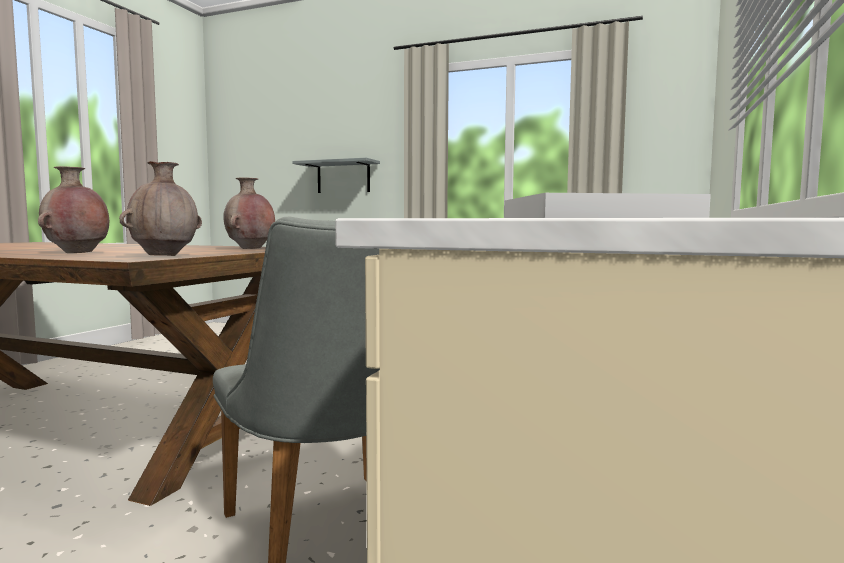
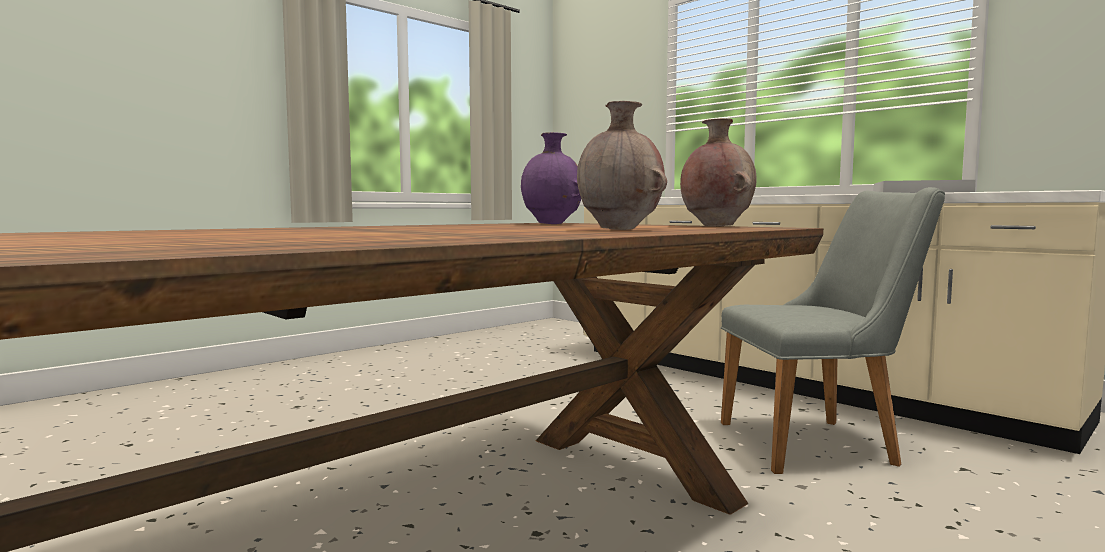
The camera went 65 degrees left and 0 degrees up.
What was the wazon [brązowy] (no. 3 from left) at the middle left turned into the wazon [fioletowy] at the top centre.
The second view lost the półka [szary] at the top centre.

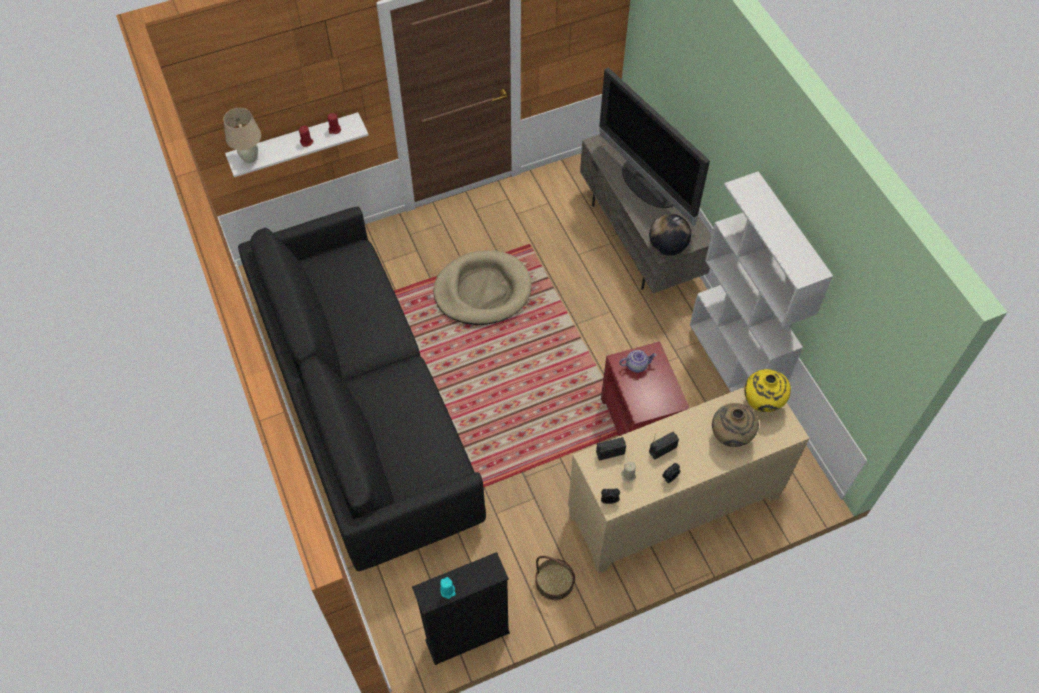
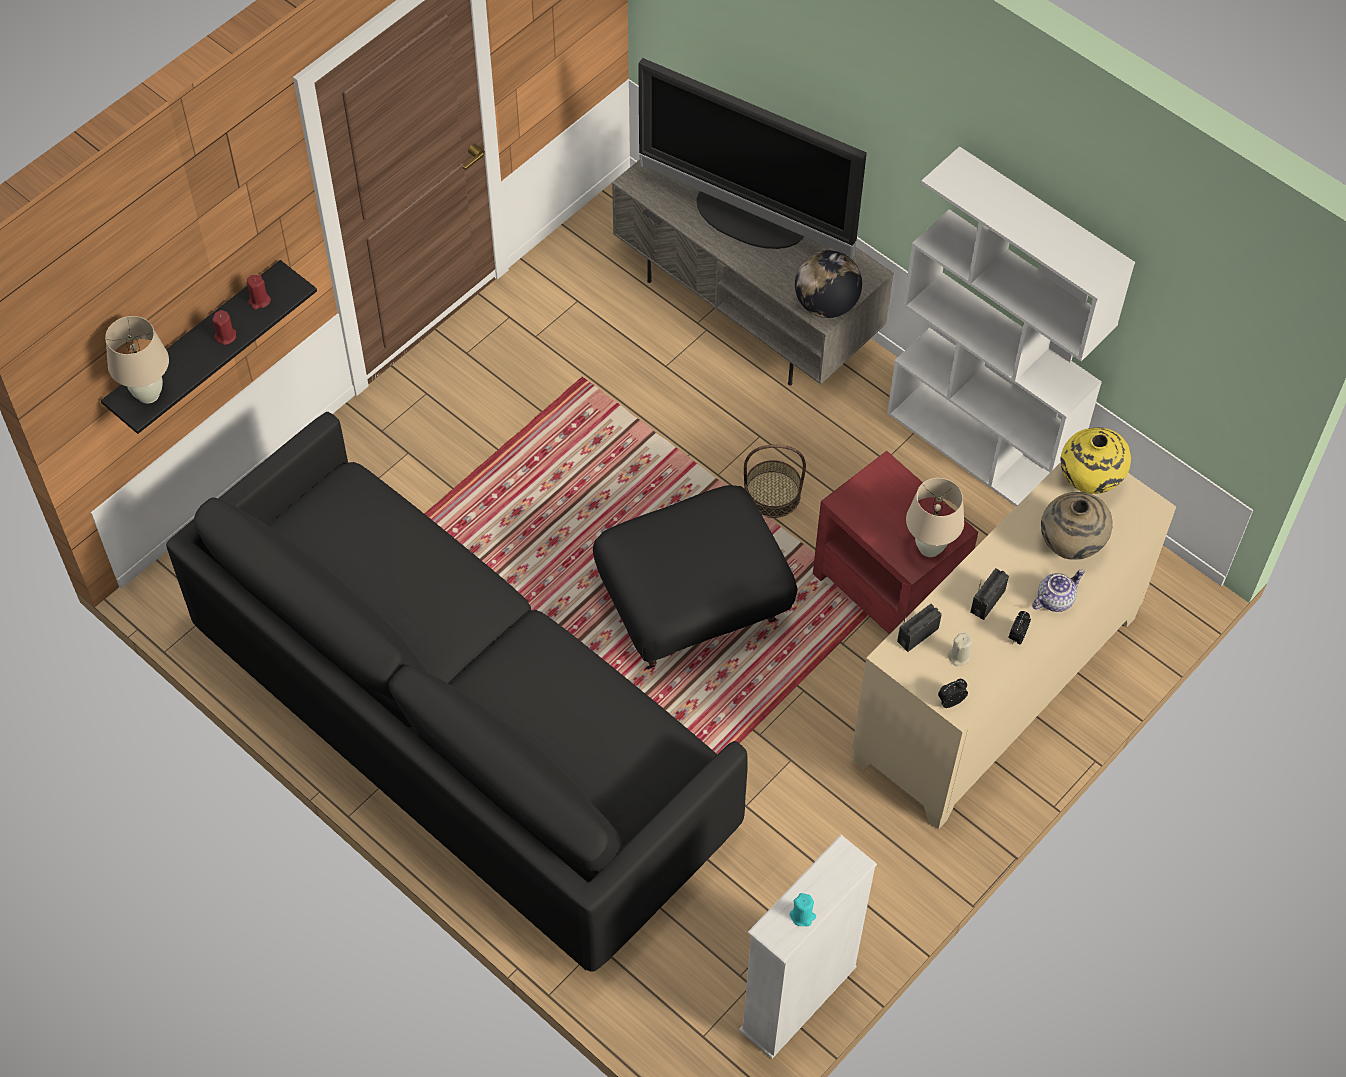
The camera went 25 degrees left and 0 degrees up.
What was the półka [biały] at the top left turned into the półka [czarny] at the top left.
What was the regał [czarny] at the bottom centre turned into the regał [biały] (no. 1 from left) at the bottom centre.
The second view lost the legowisko [beżowy] at the centre.
The koszyk ended up elsewhere, having gone from the bottom centre to the centre.
The imbryk ended up elsewhere, having gone from the centre to the middle right.
The second view gained the pufa [czarny] at the centre.
The second view gained the lampa stołowa [beżowy] (no. 2 from left) at the middle right.

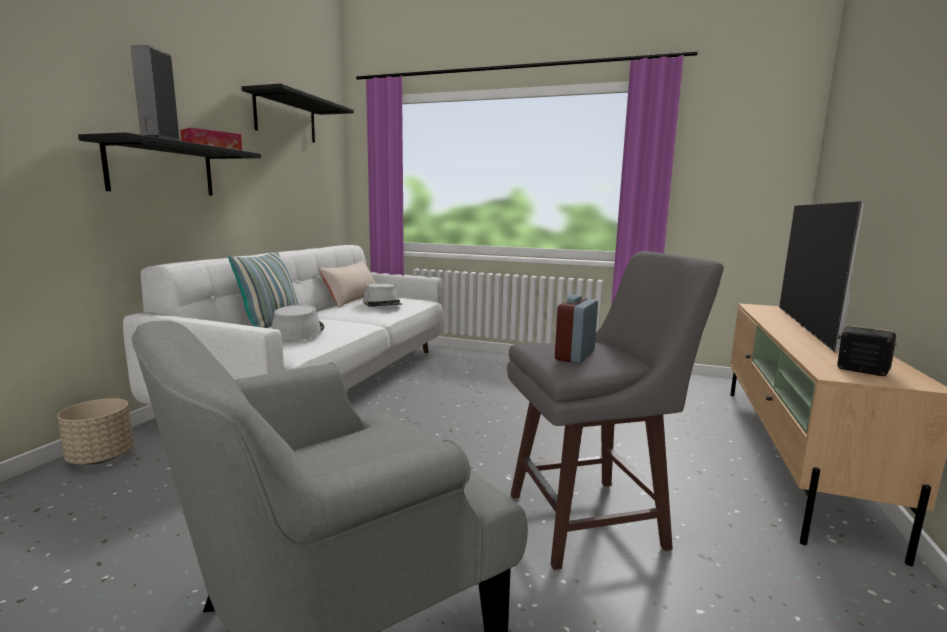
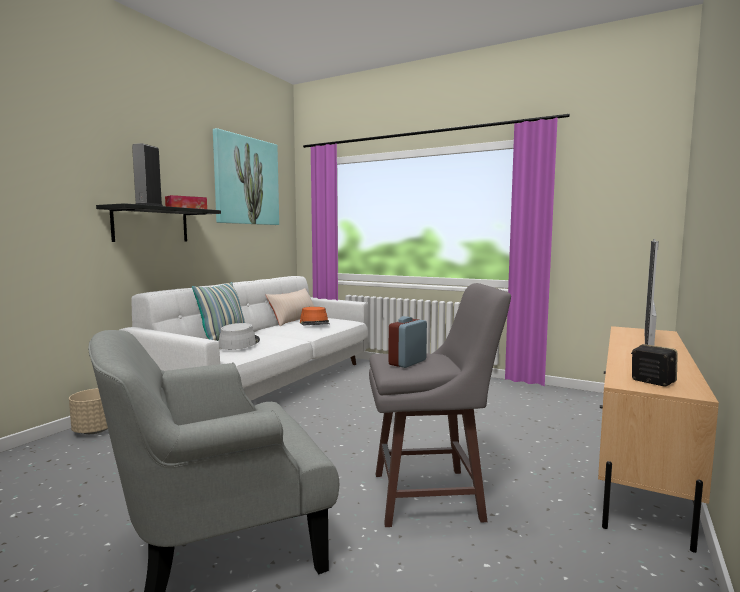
The camera went 10 degrees right and 5 degrees down.
Where the półka [czarny] (no. 2 from left) hung at the top left, the obraz came to hang at the top left.
What was the kapelusz [szary] (no. 2 from left) at the centre turned into the kapelusz [pomarańczowy] at the centre.

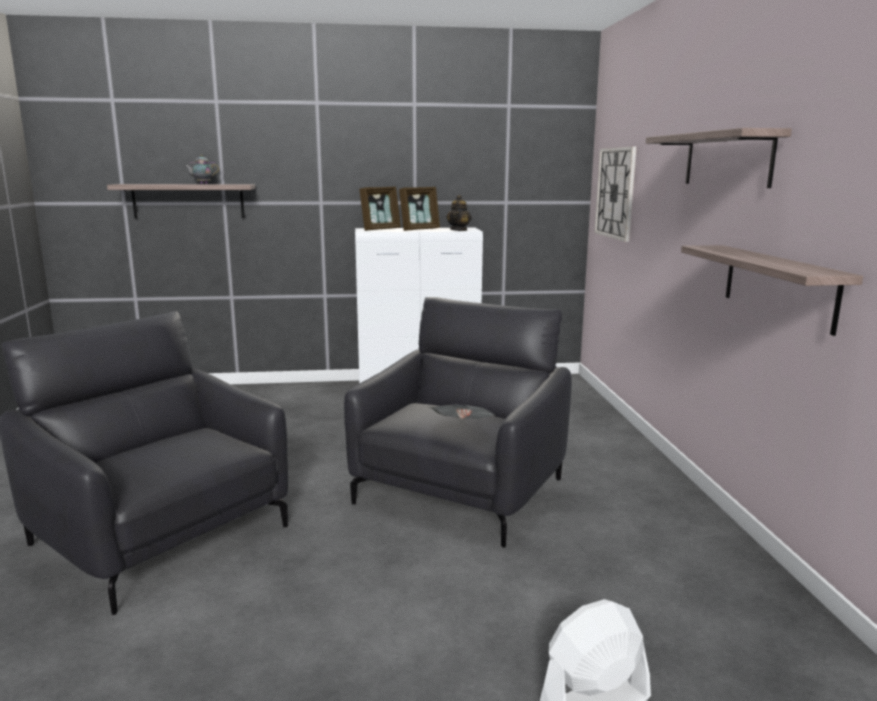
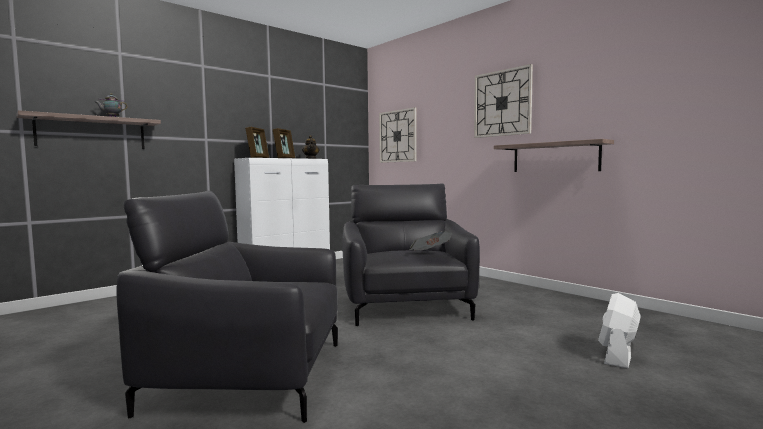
The camera went 35 degrees left and 10 degrees down.
Where the półka (no. 2 from left) hung at the top right, the zegar ścienny (no. 2 from left) came to hang at the top centre.

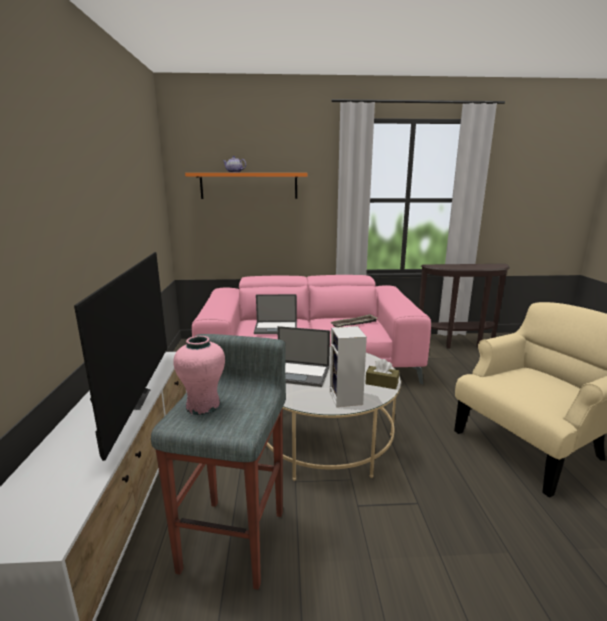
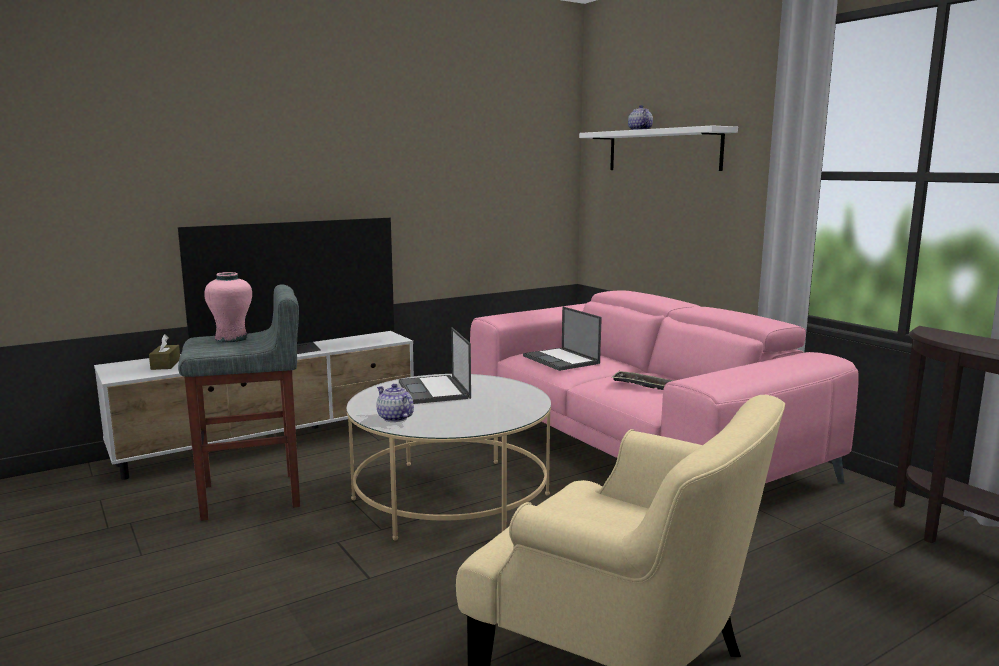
The camera went 60 degrees right and 5 degrees down.
What was the półka [pomarańczowy] at the top centre turned into the półka [biały] at the top centre.
Where the głośnik stood at the centre, the imbryk (no. 1 from left) came to stand at the centre.
The pudełko chusteczek [brązowy] ended up elsewhere, having gone from the centre to the middle left.

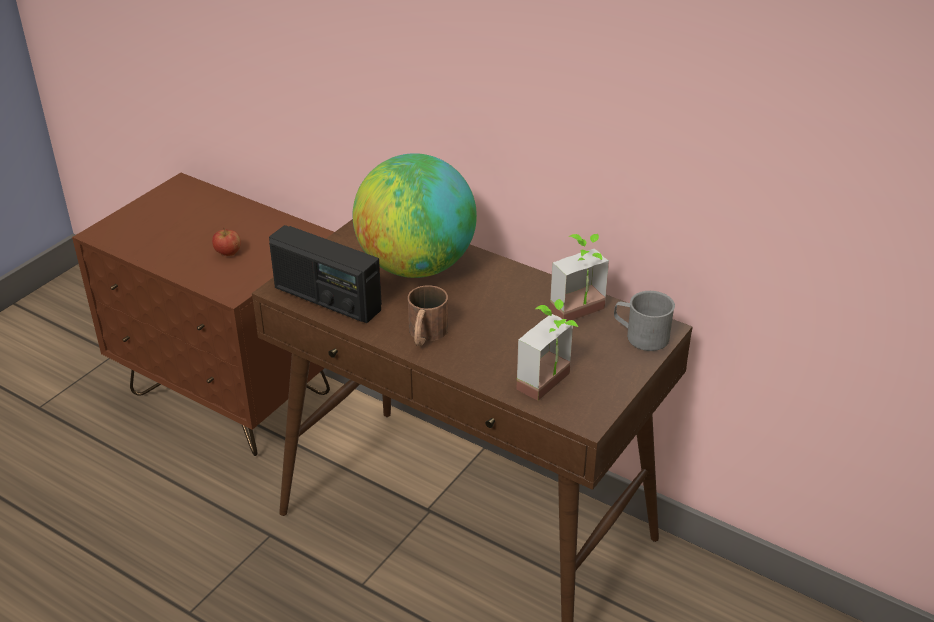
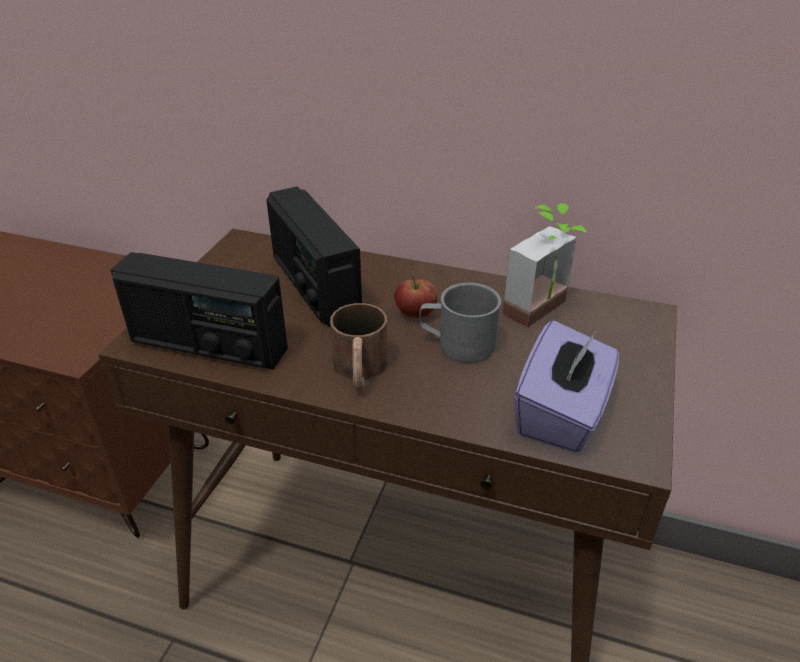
The camera went 15 degrees left and 0 degrees up.
The jabłko ended up elsewhere, having gone from the middle left to the centre.
Where the globus stood at the centre, the radio (no. 2 from left) came to stand at the centre.
Where the roślina doniczkowa (no. 1 from left) stood at the centre, the pudełko chusteczek [fioletowy] came to stand at the middle right.
The kubek [szary] ended up elsewhere, having gone from the middle right to the centre.

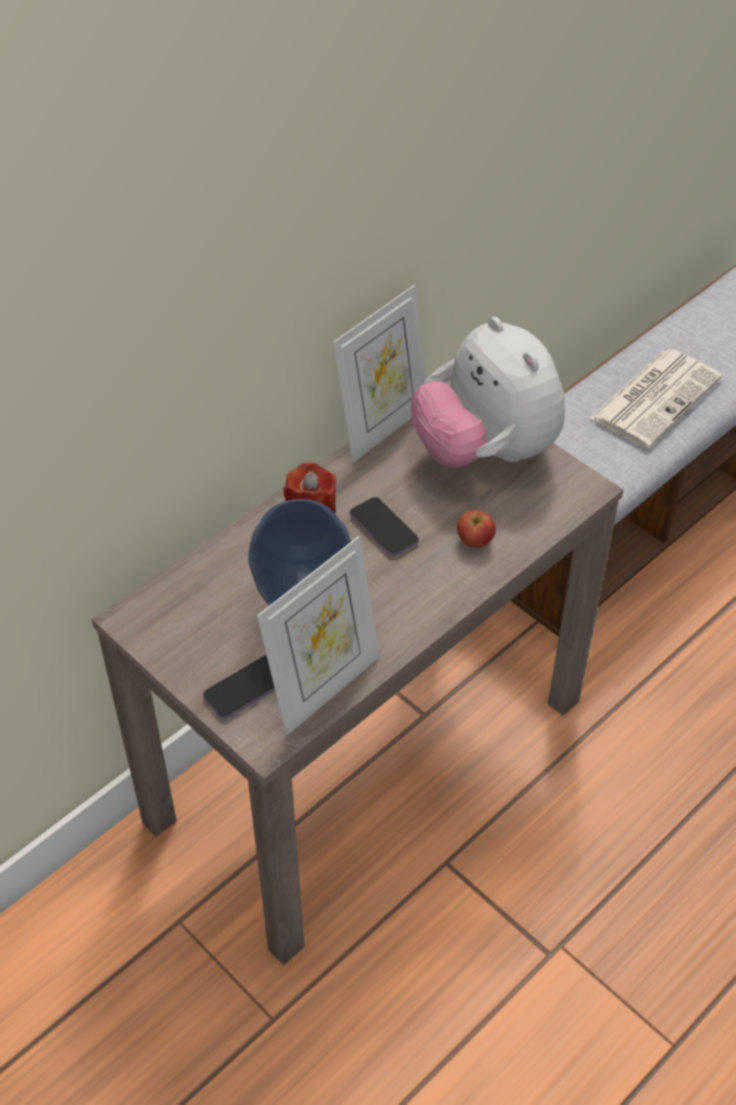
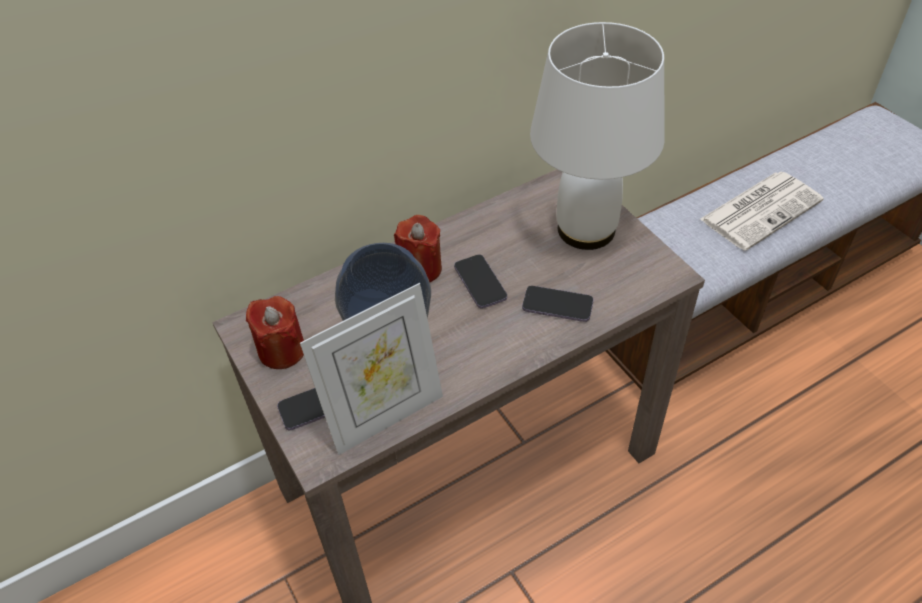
The camera went 15 degrees right and 0 degrees up.
The second view lost the ramka na zdjęcie (no. 2 from left) at the centre.
Where the pluszak stood at the centre, the lampa stołowa [biały] came to stand at the top centre.
Where the jabłko stood at the centre, the telefon (no. 3 from left) came to stand at the centre.
The second view gained the świeca [czerwony] (no. 1 from left) at the middle left.

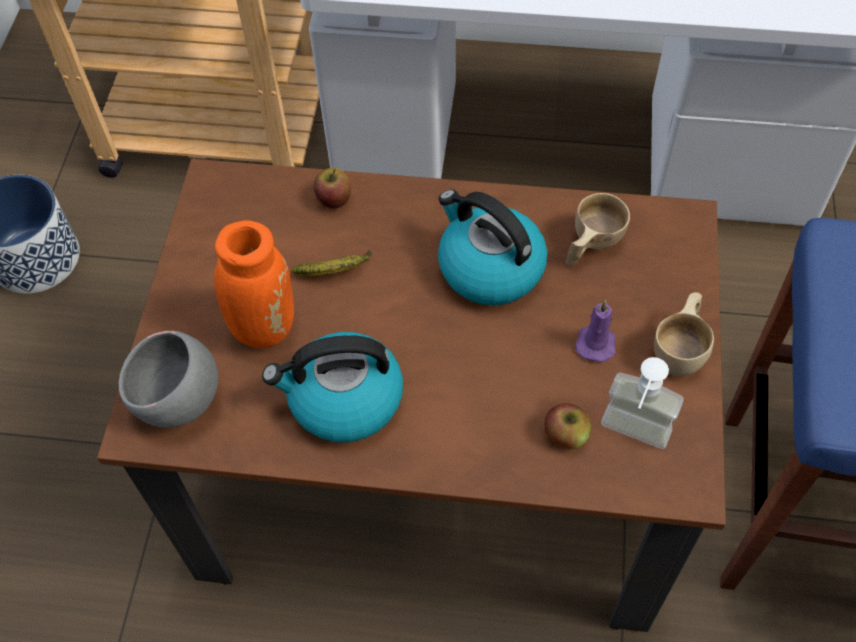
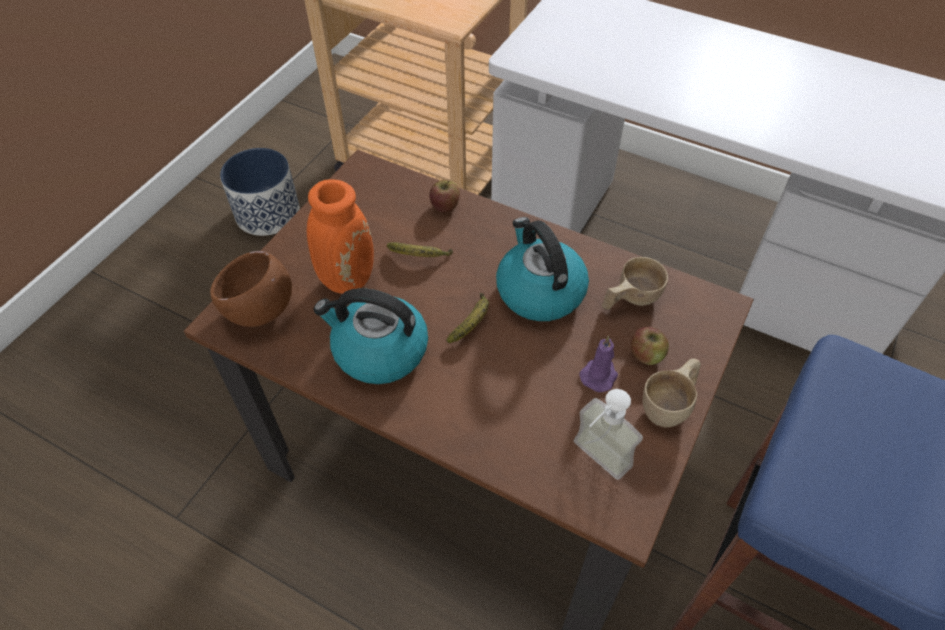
The camera went 20 degrees right and 5 degrees down.
What was the miska [szary] at the middle left turned into the miska [brązowy] at the middle left.
The jabłko (no. 2 from left) ended up elsewhere, having gone from the centre to the middle right.
The second view gained the banan (no. 2 from left) at the centre.

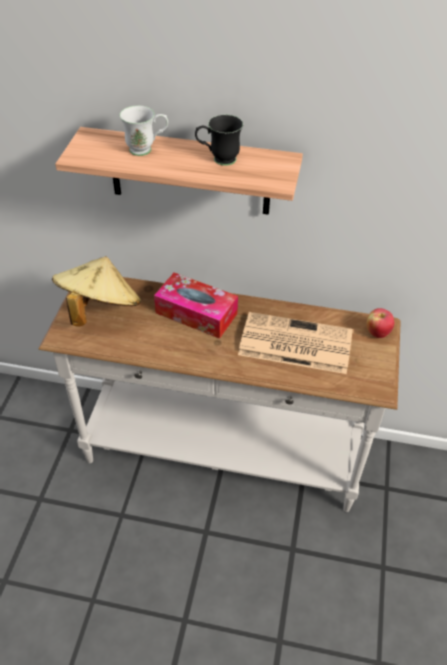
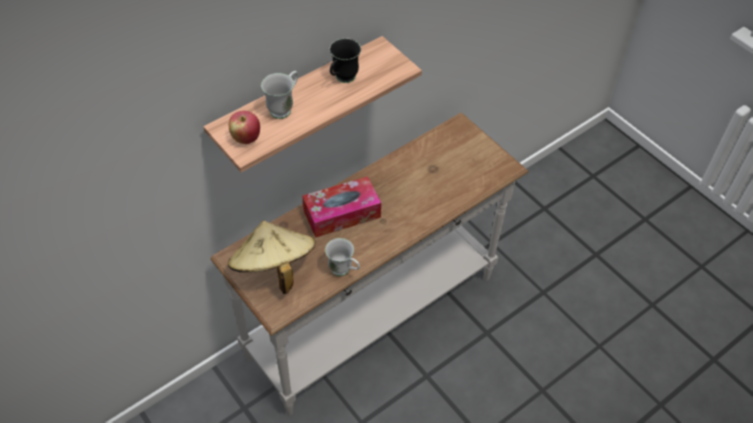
The camera went 50 degrees left and 5 degrees up.
The second view lost the gazeta at the centre.
The jabłko ended up elsewhere, having gone from the middle right to the top left.
The second view gained the kubek [biały] (no. 2 from left) at the centre.

